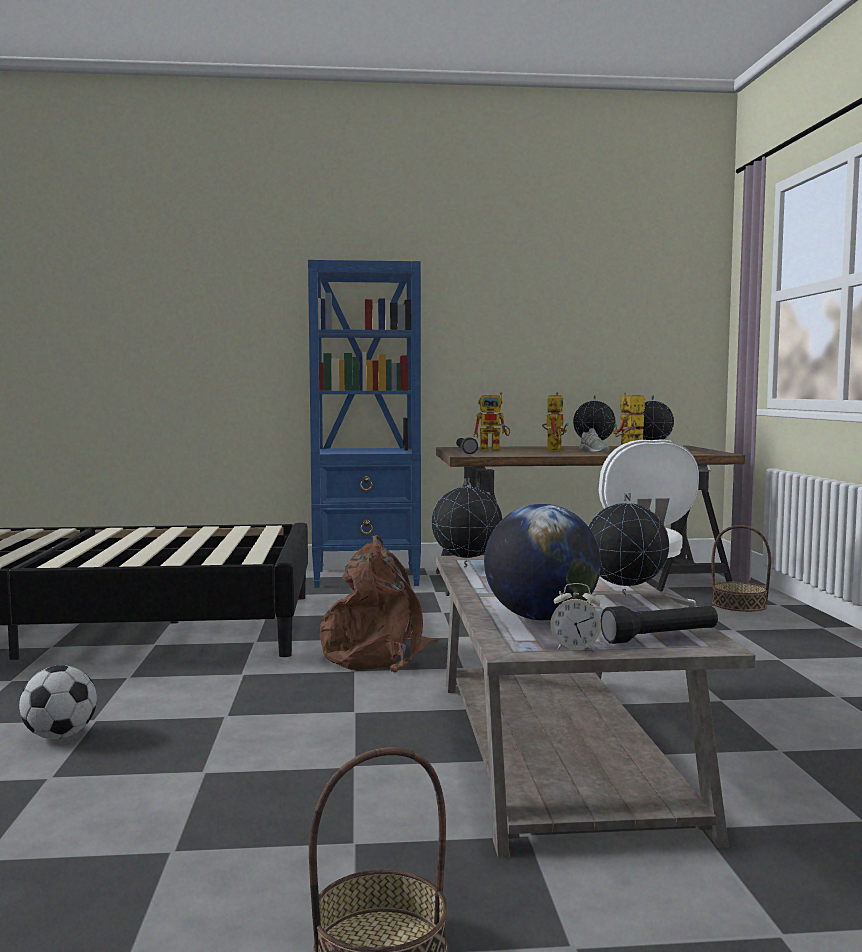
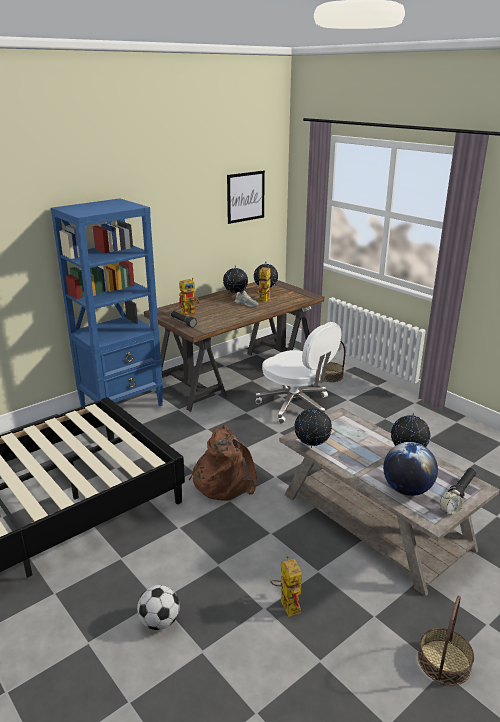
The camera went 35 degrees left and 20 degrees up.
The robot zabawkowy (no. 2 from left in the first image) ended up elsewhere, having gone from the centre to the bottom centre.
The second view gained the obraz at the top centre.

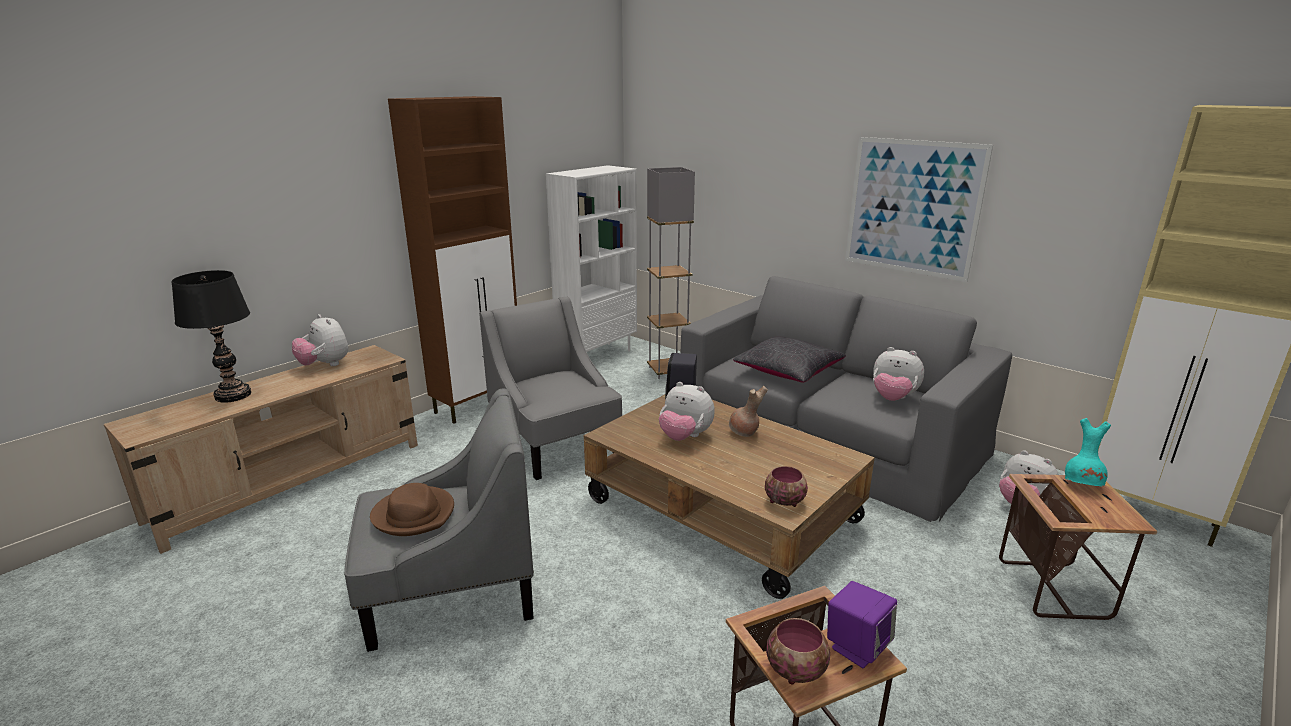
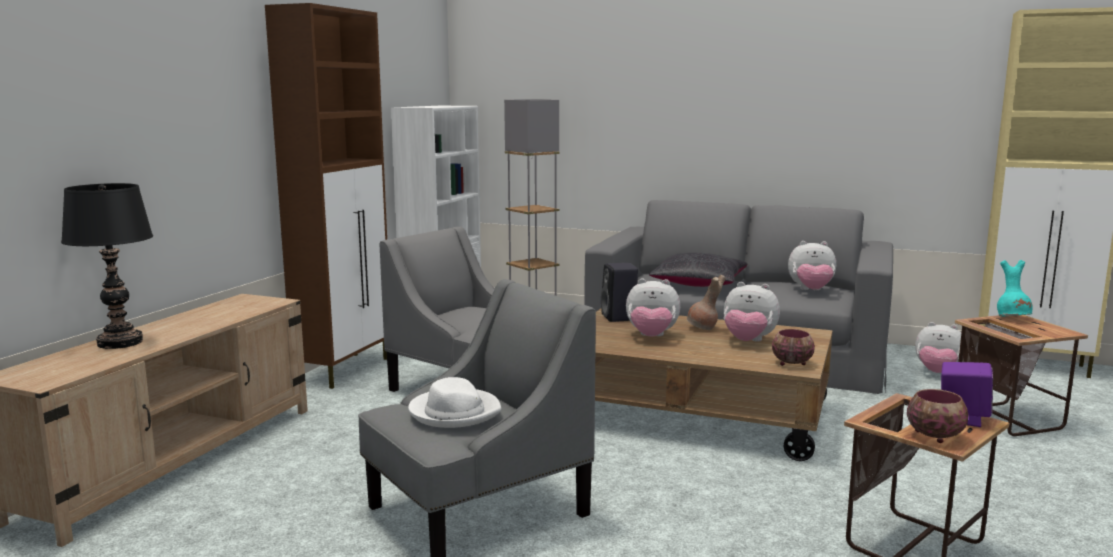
The camera went 20 degrees left and 10 degrees down.
The pluszak (no. 1 from left in the first image) ended up elsewhere, having gone from the middle left to the middle right.
What was the kapelusz [brązowy] at the bottom left turned into the kapelusz [biały] at the bottom centre.
The second view lost the obraz at the top right.

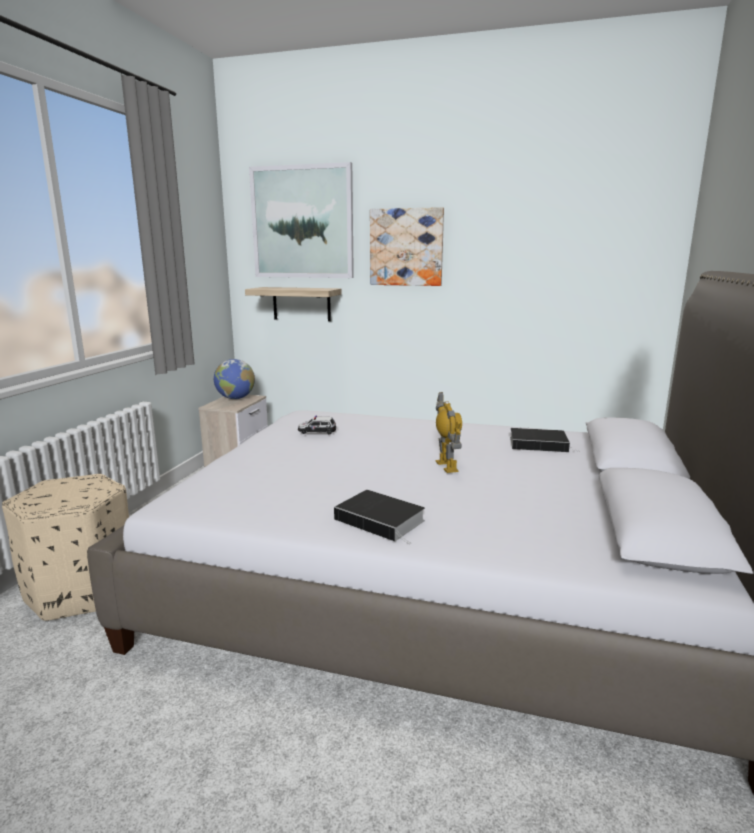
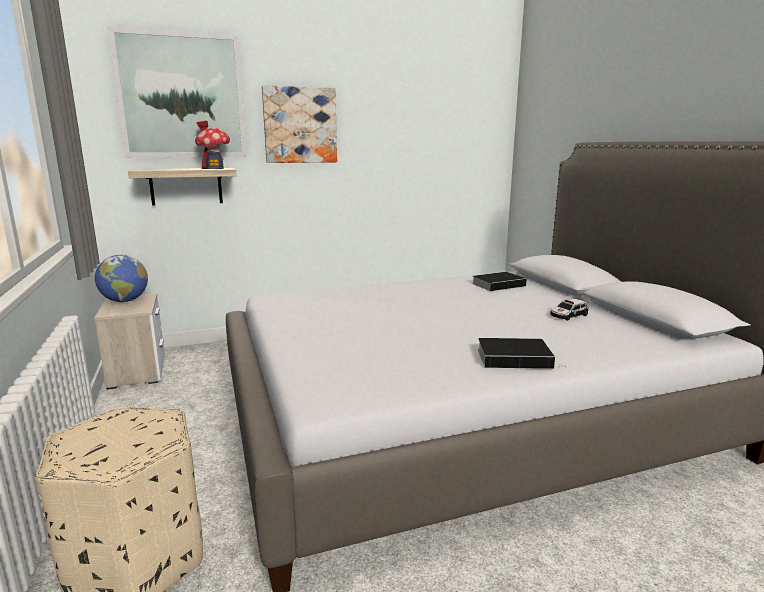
The camera went 35 degrees left and 0 degrees up.
The samochodzik ended up elsewhere, having gone from the centre to the middle right.
The second view lost the robot zabawkowy at the centre.
The second view gained the domek at the top left.

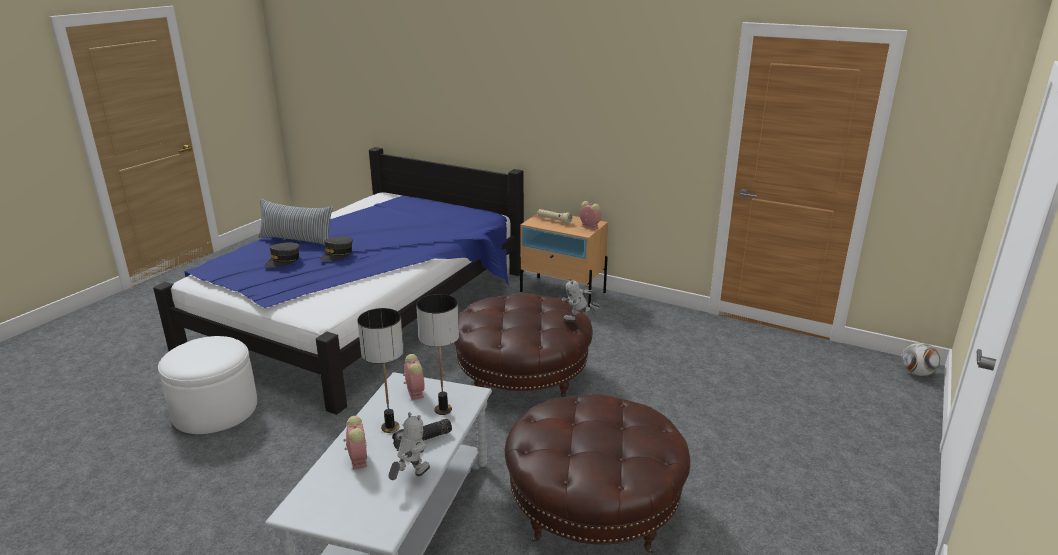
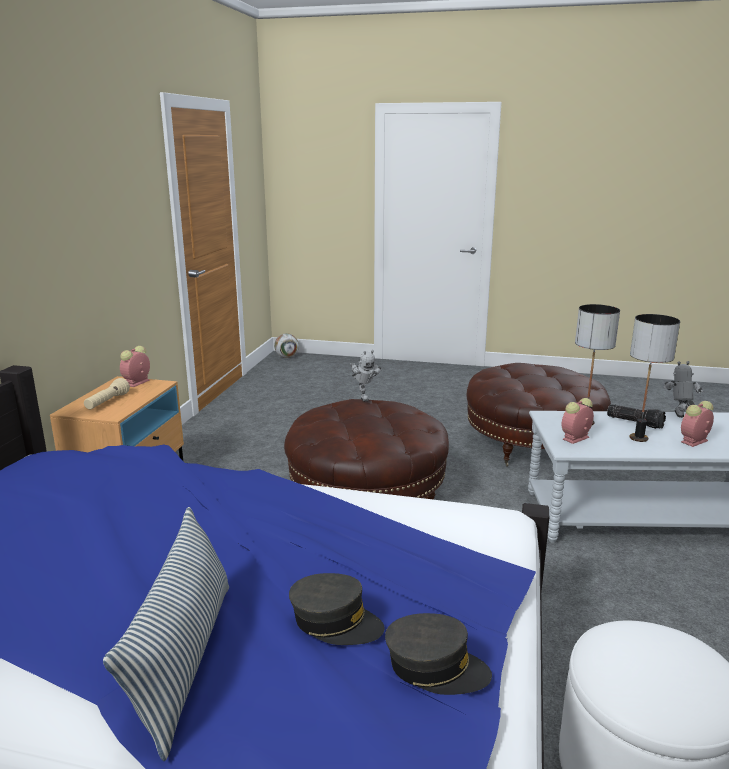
The camera went 105 degrees left and 5 degrees down.
The czapka z daszkiem [szary] (no. 2 from left) ended up elsewhere, having gone from the middle left to the bottom centre.
The robot zabawkowy (no. 1 from left in the first image) at the bottom centre ended up facing another way, 75 degrees clockwise from before.

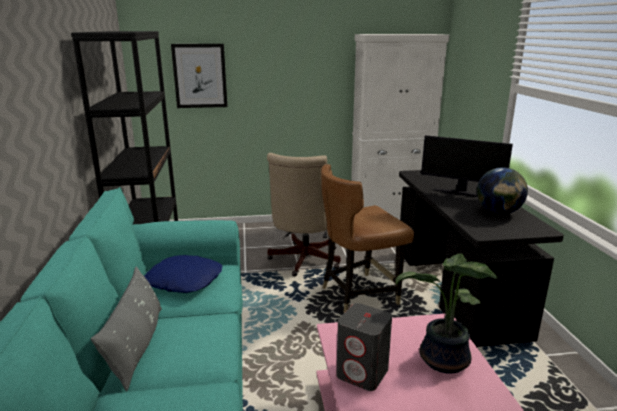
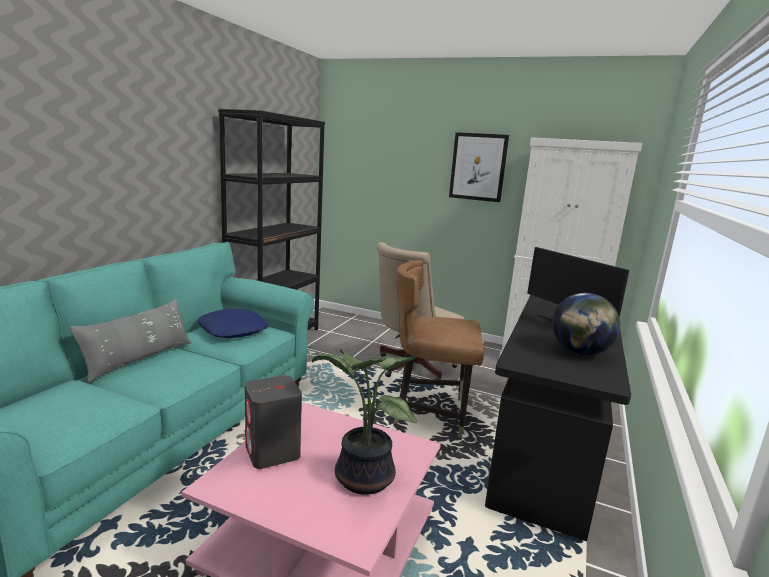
The camera went 30 degrees right and 5 degrees down.
The obraz ended up elsewhere, having gone from the top left to the top centre.

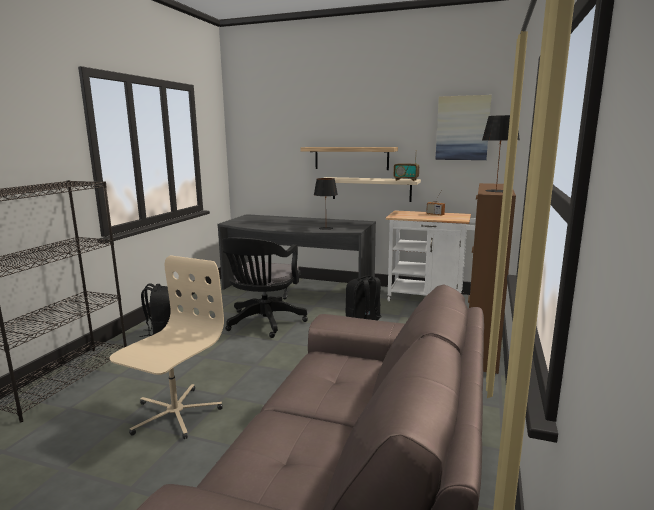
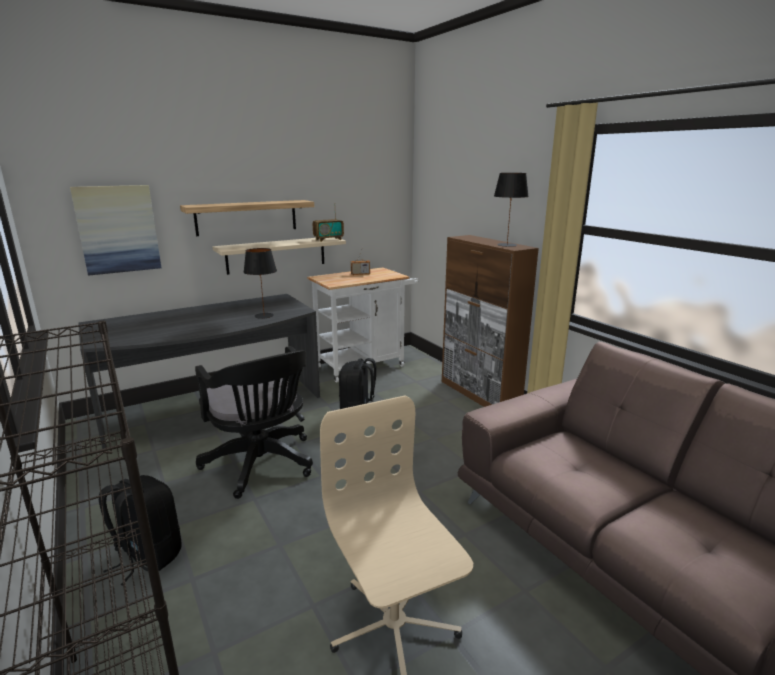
The camera went 50 degrees left and 5 degrees up.
The obraz ended up elsewhere, having gone from the top right to the middle left.

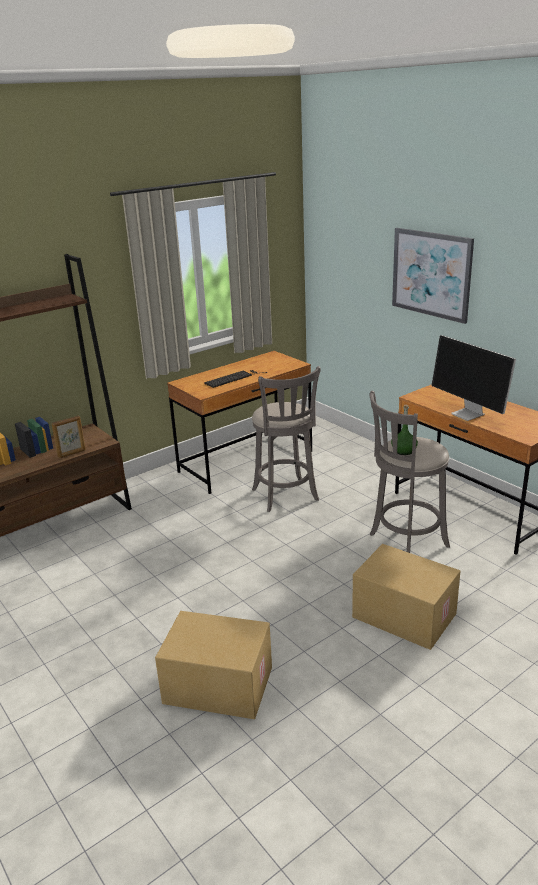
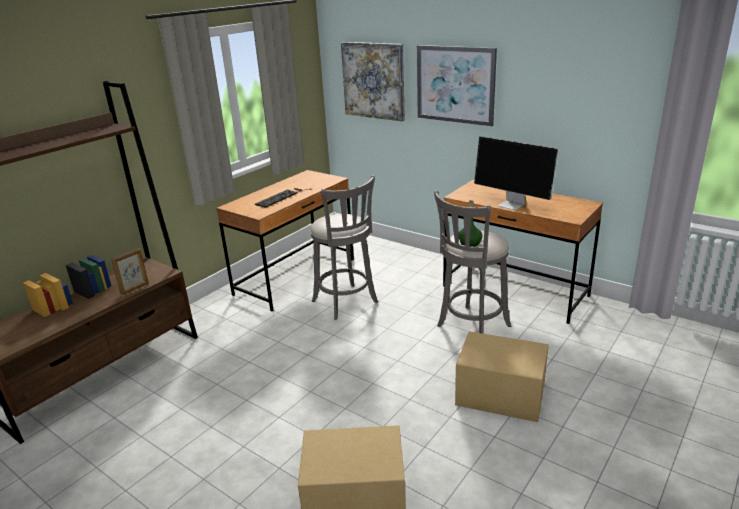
The camera went 15 degrees left and 0 degrees up.
The second view gained the obraz (no. 1 from left) at the top centre.

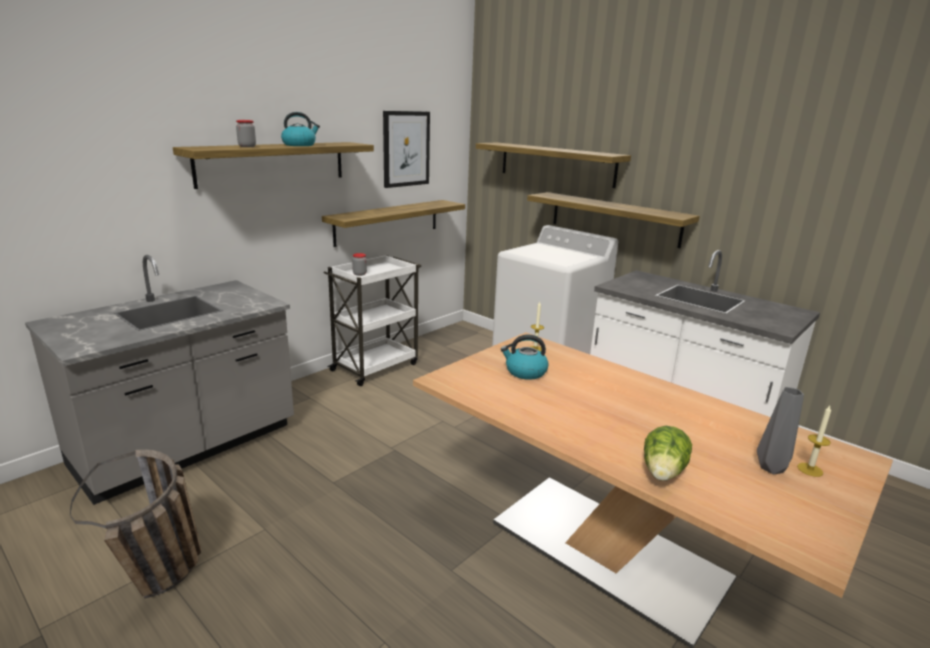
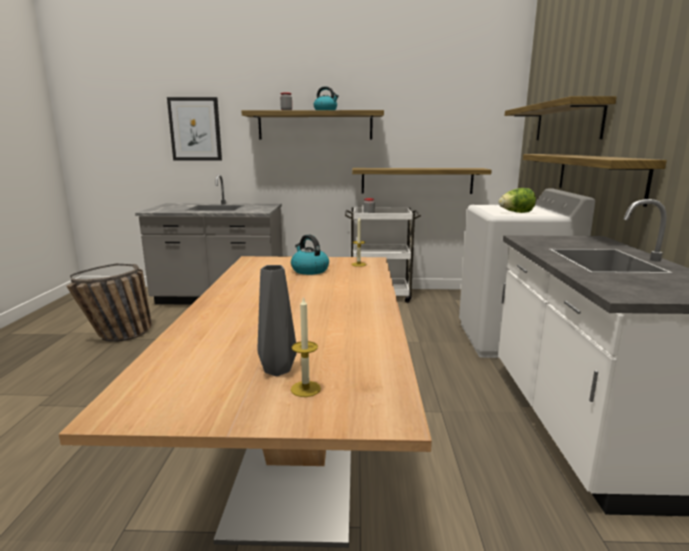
The camera went 50 degrees right and 5 degrees down.
The obraz ended up elsewhere, having gone from the top centre to the top left.
The sałata ended up elsewhere, having gone from the bottom right to the middle right.

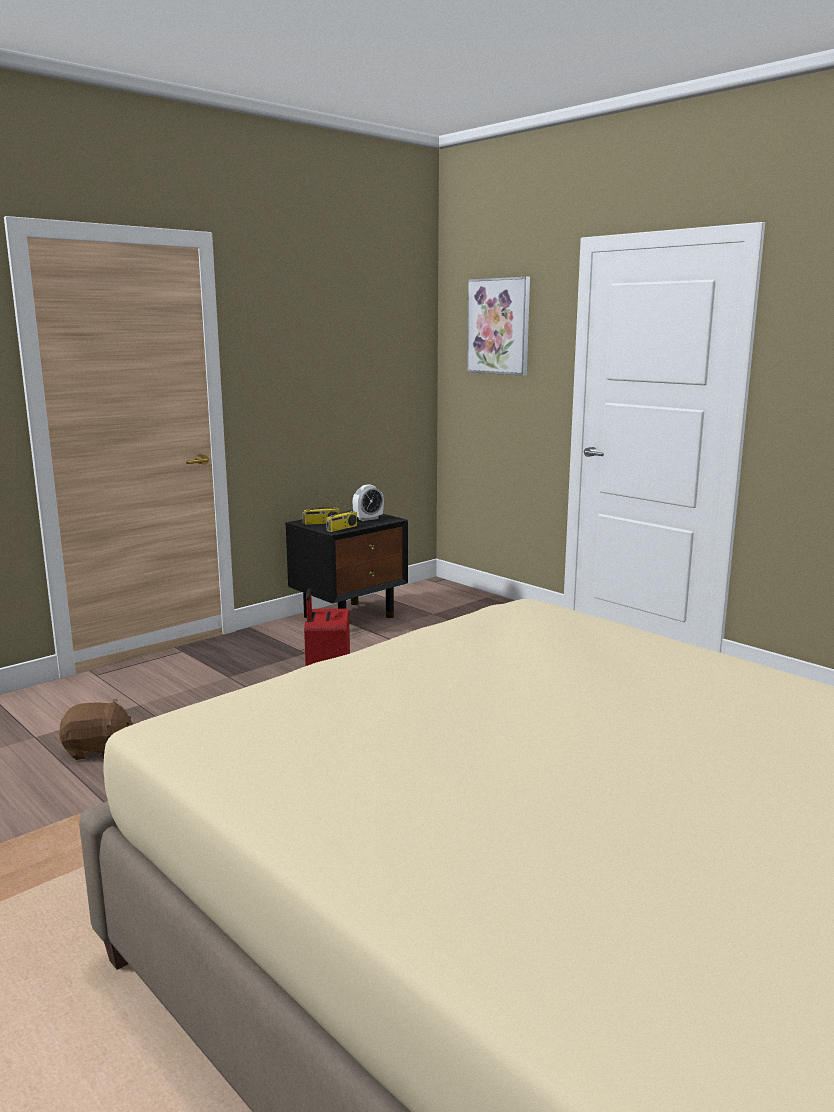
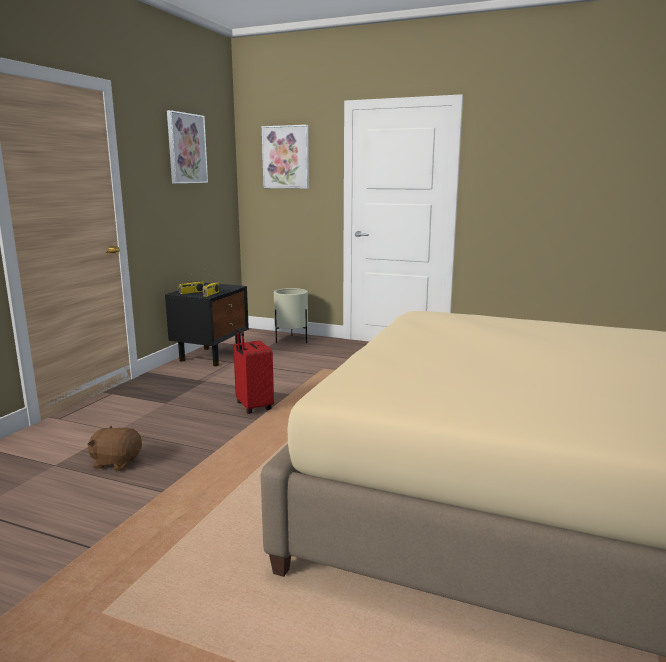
The camera went 25 degrees left and 0 degrees up.
The pluszak [brązowy] at the middle left ended up facing another way, 135 degrees counterclockwise from before.
The second view lost the budzik at the centre.
The second view gained the obraz (no. 1 from left) at the top left.
The second view gained the donica [beżowy] at the centre.

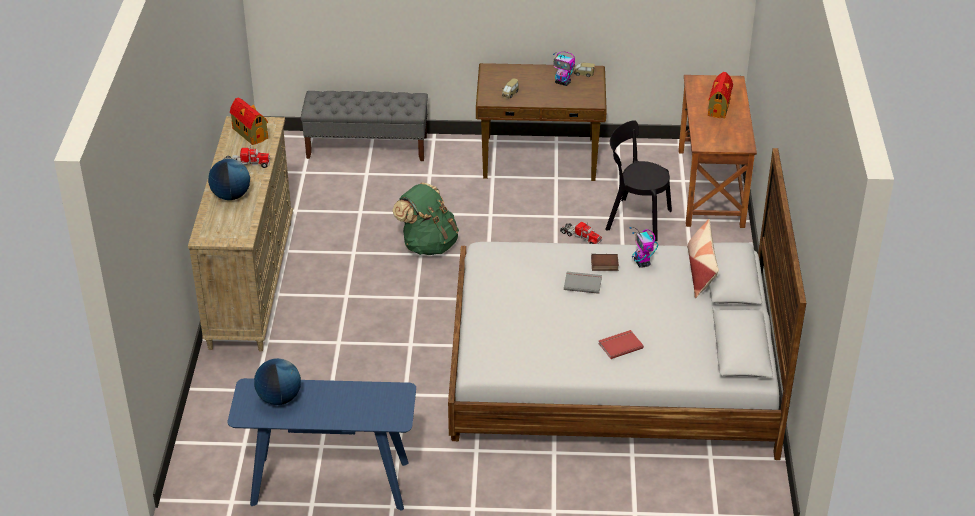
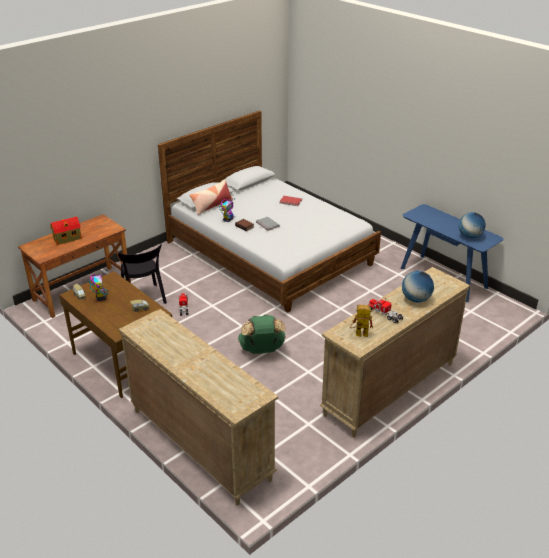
The camera went 135 degrees left and 5 degrees down.
Where the domek (no. 1 from left) stood at the top left, the robot zabawkowy (no. 3 from left) came to stand at the centre.
Where the ławka [szary] stood at the top centre, the komoda [beżowy] (no. 1 from left) came to stand at the bottom centre.

